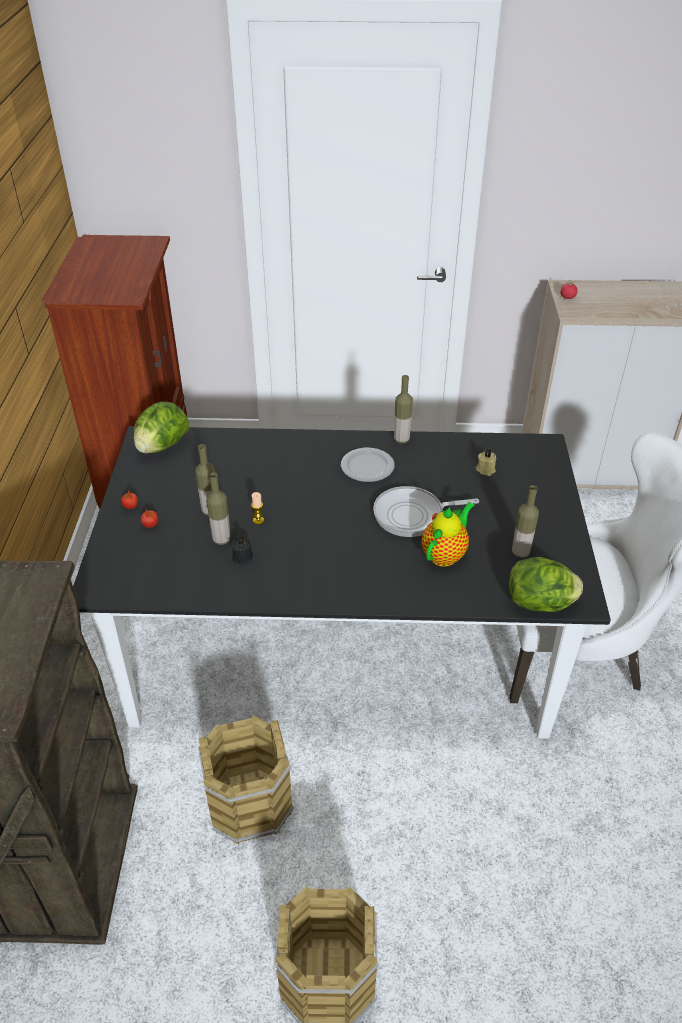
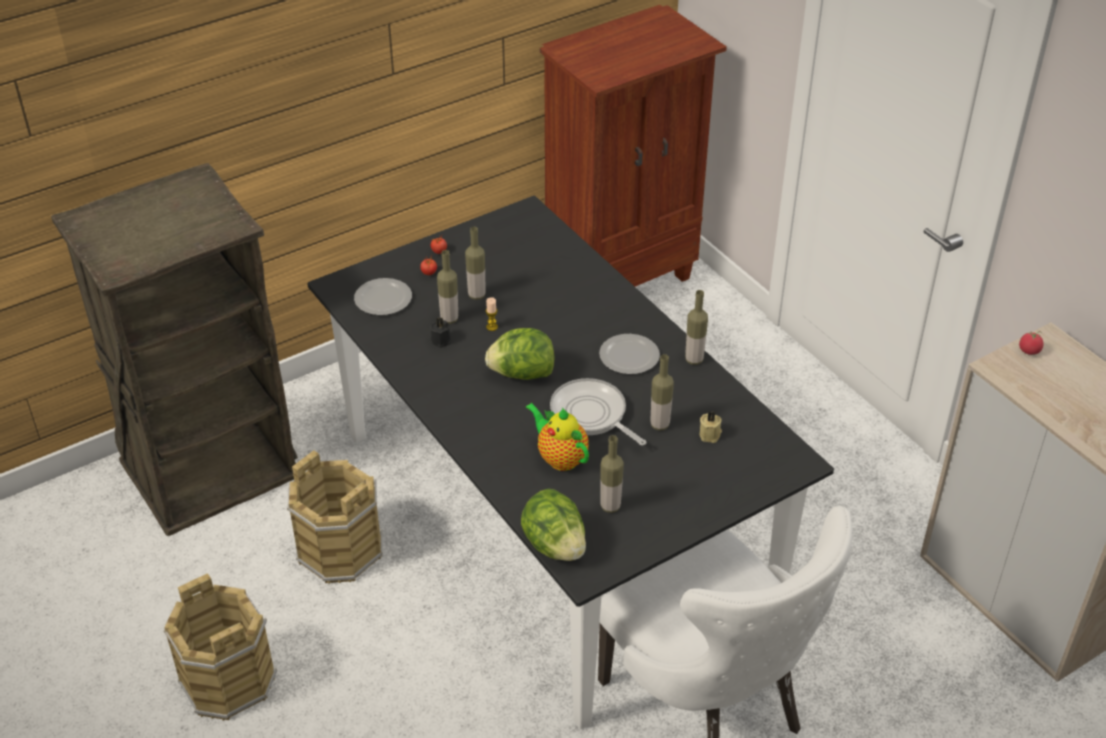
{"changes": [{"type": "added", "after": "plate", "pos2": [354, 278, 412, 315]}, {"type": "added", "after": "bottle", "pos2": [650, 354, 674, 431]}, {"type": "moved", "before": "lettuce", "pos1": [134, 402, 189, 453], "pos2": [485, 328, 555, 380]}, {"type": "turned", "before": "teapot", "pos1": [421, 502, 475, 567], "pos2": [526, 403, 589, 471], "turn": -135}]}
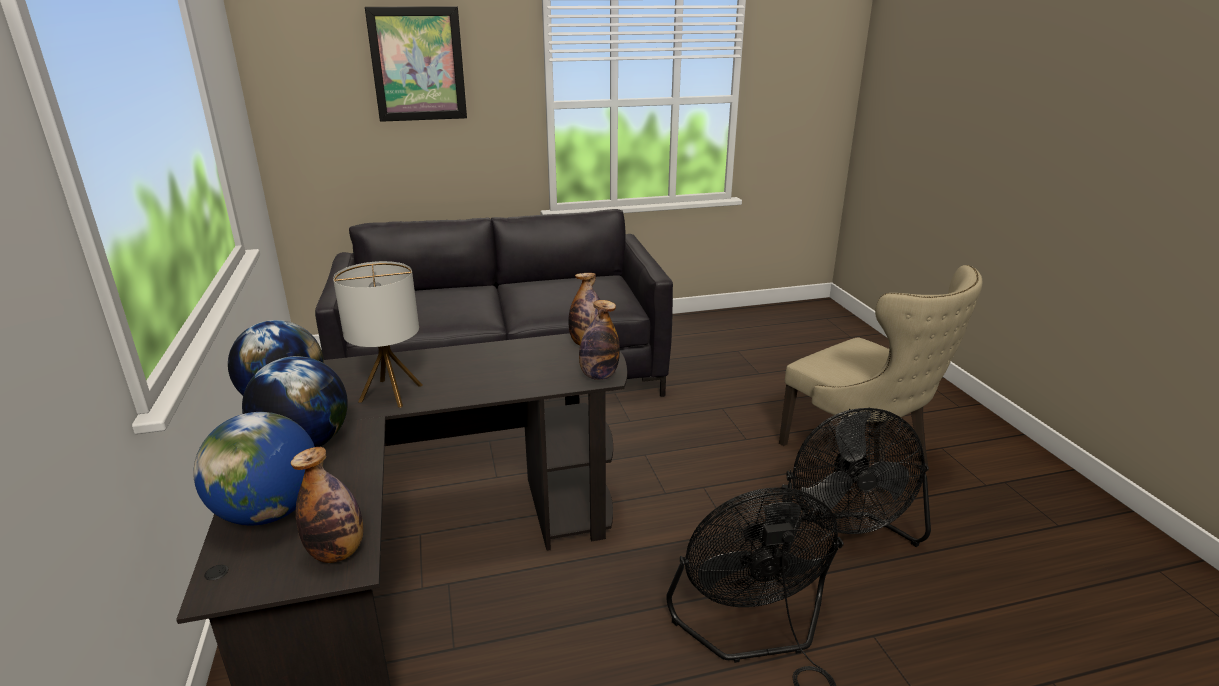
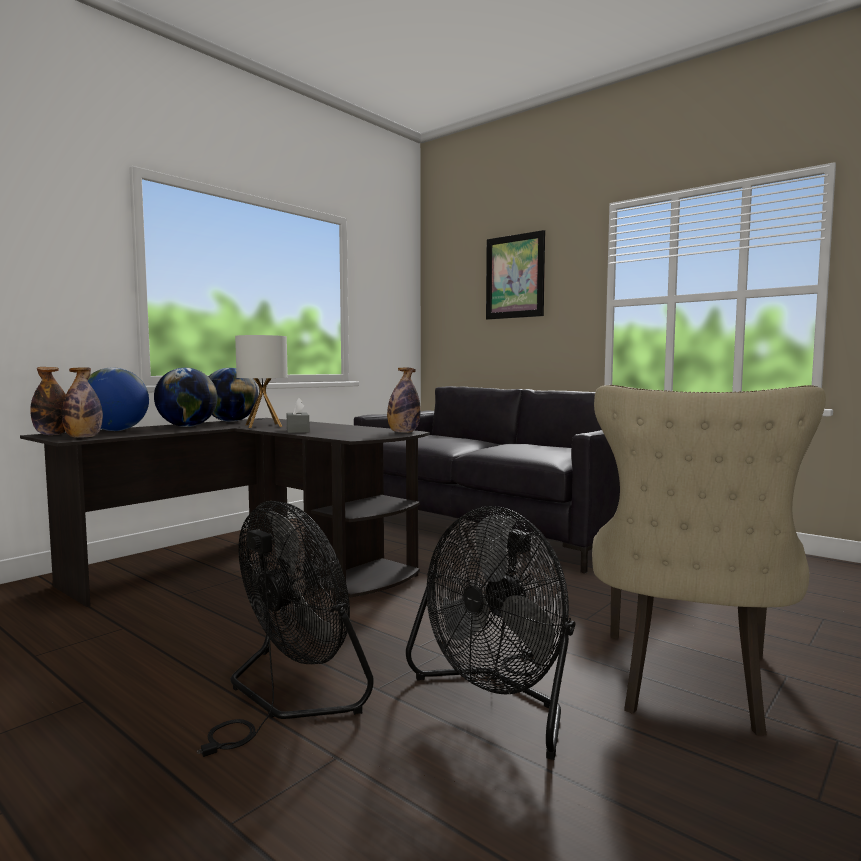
{"changes": [{"type": "added", "after": "grey tissue box", "pos2": [287, 398, 310, 433]}, {"type": "moved", "before": "bottle", "pos1": [579, 300, 620, 380], "pos2": [30, 367, 66, 435]}]}
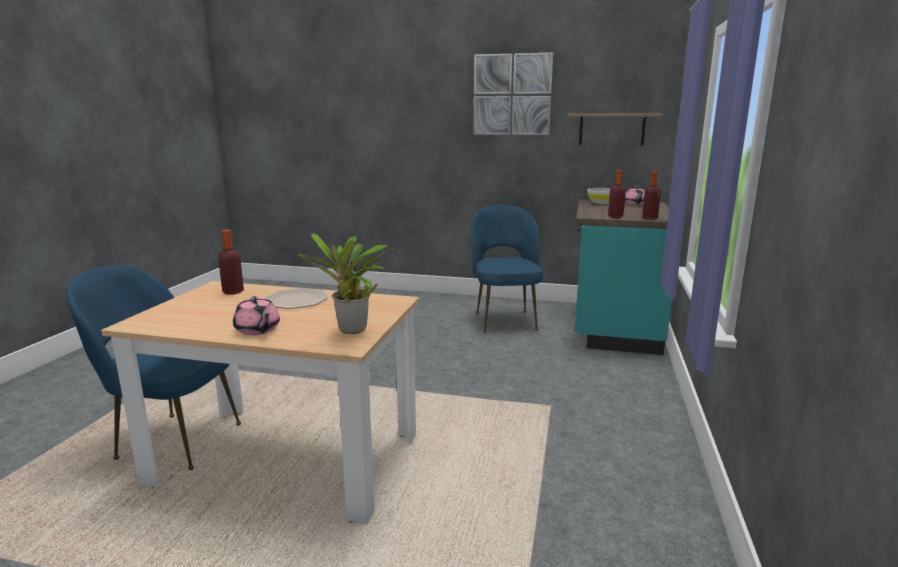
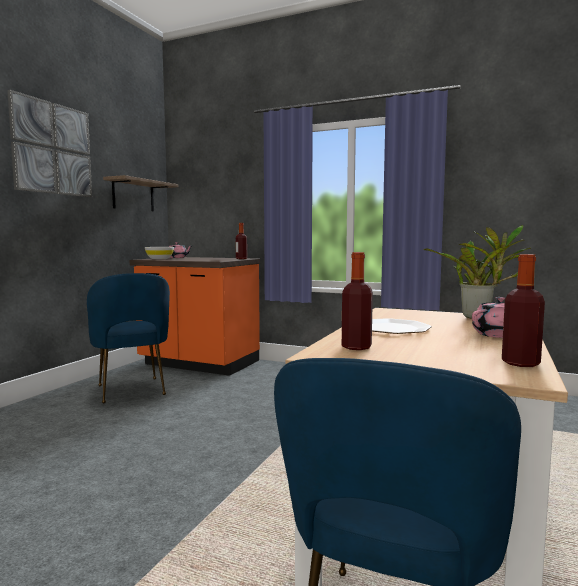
{"changes": [{"type": "moved", "before": "bottle", "pos1": [608, 170, 626, 218], "pos2": [502, 254, 545, 367]}, {"type": "recoloured", "before": "turquoise counter", "after": "orange counter", "pos1": [575, 199, 672, 355], "pos2": [130, 257, 260, 376]}, {"type": "turned", "before": "blue chair", "pos1": [471, 205, 543, 332], "pos2": [87, 273, 170, 404], "turn": -120}]}
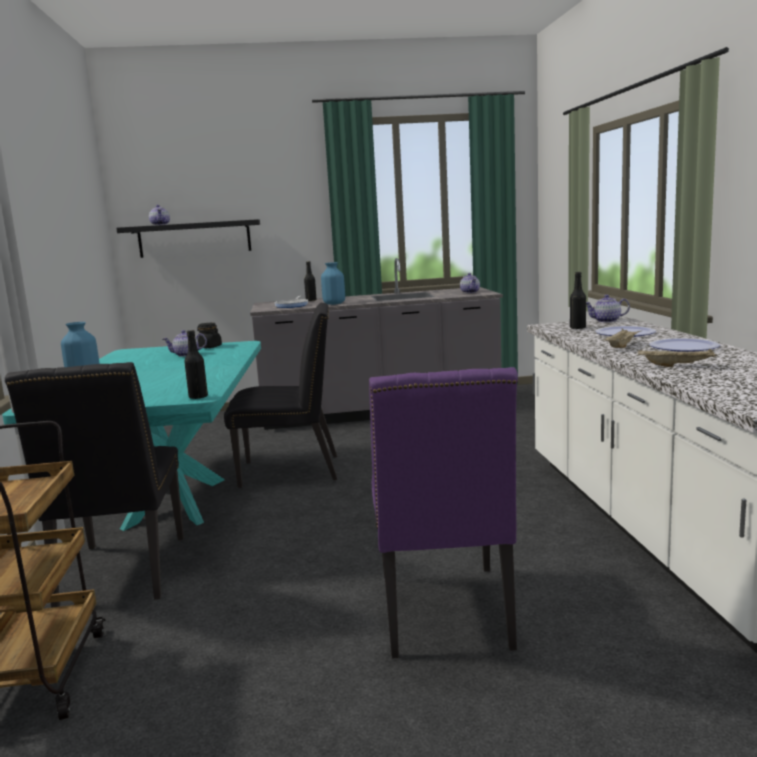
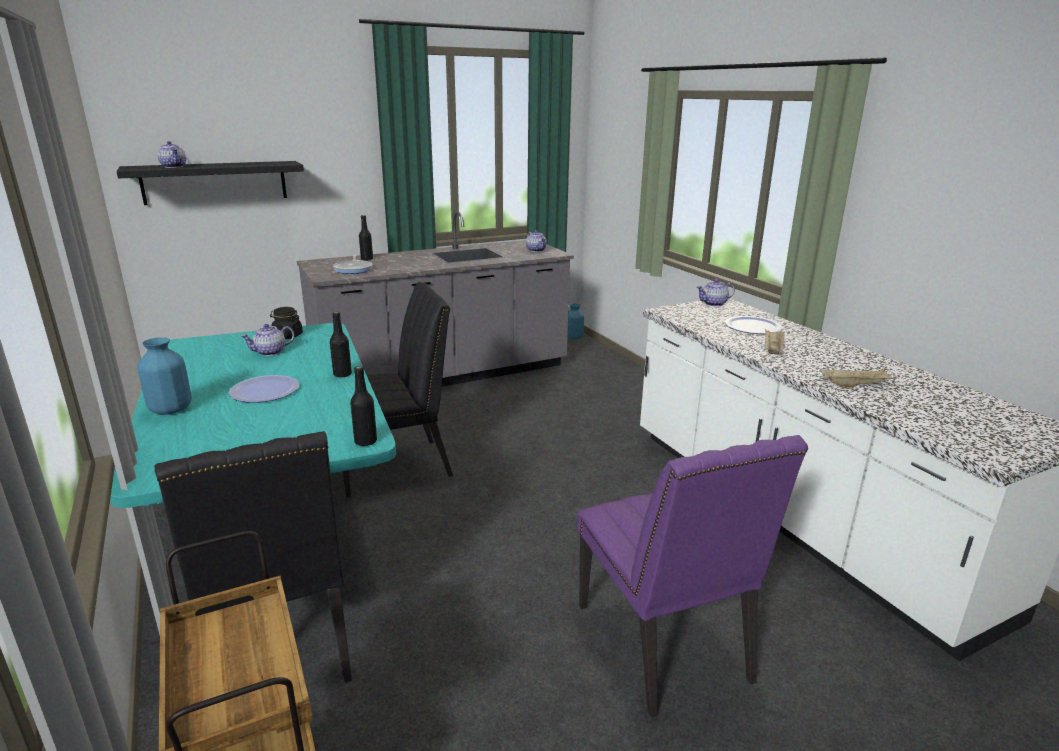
{"changes": [{"type": "moved", "before": "blue vase", "pos1": [321, 262, 345, 305], "pos2": [567, 304, 584, 340]}, {"type": "moved", "before": "black bottle", "pos1": [570, 272, 586, 329], "pos2": [330, 312, 352, 378]}, {"type": "moved", "before": "plate", "pos1": [649, 338, 720, 352], "pos2": [229, 375, 299, 403]}]}
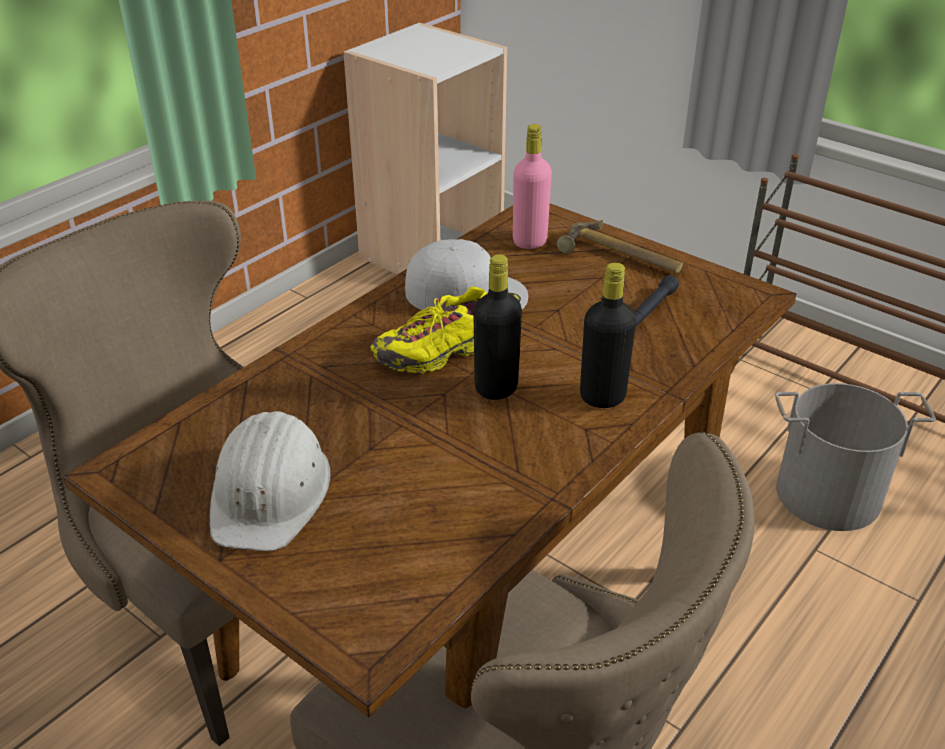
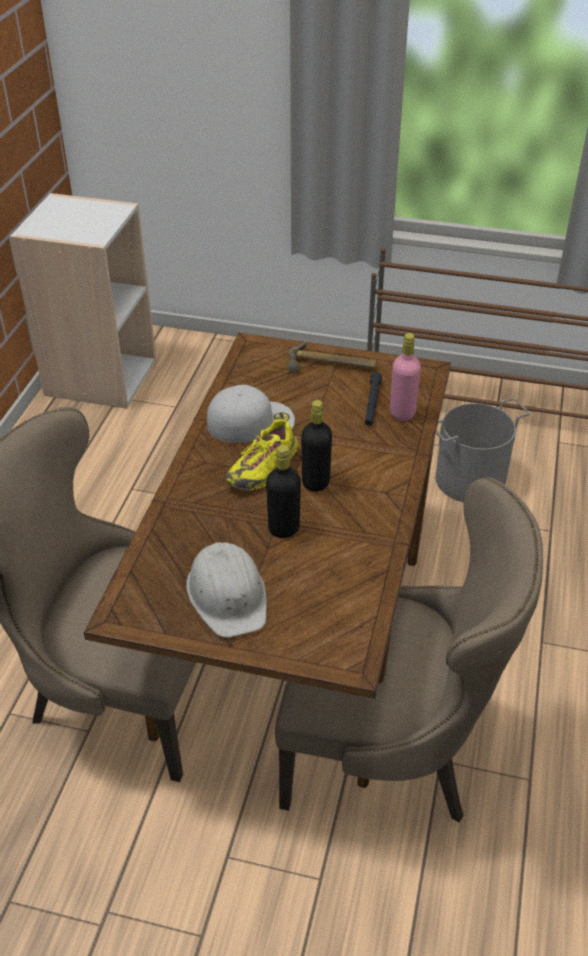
{"changes": [{"type": "moved", "before": "pink bottle", "pos1": [513, 124, 552, 249], "pos2": [390, 333, 421, 421]}, {"type": "moved", "before": "black bottle", "pos1": [580, 263, 636, 408], "pos2": [266, 445, 301, 538]}]}
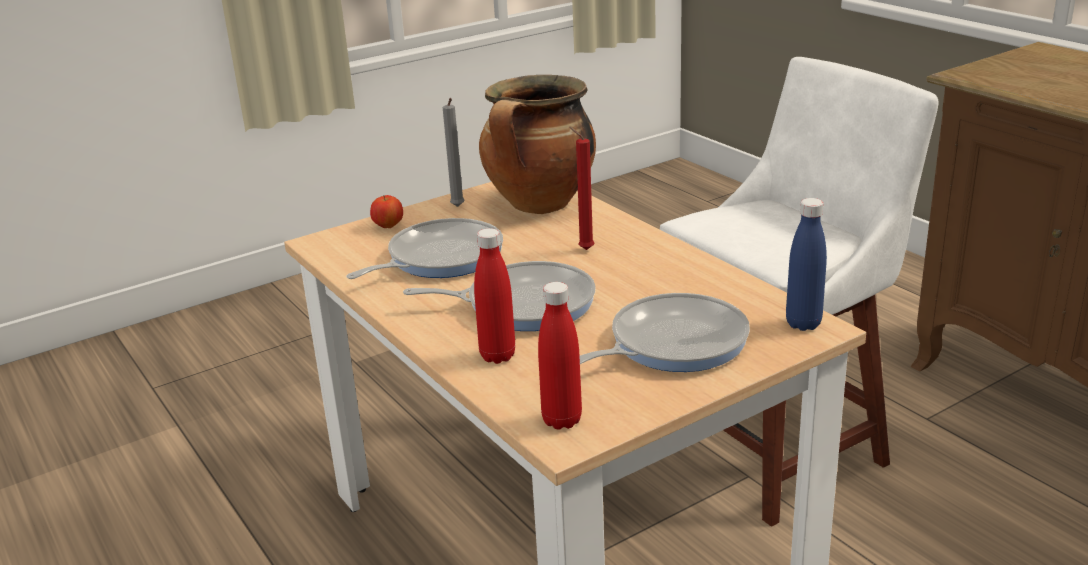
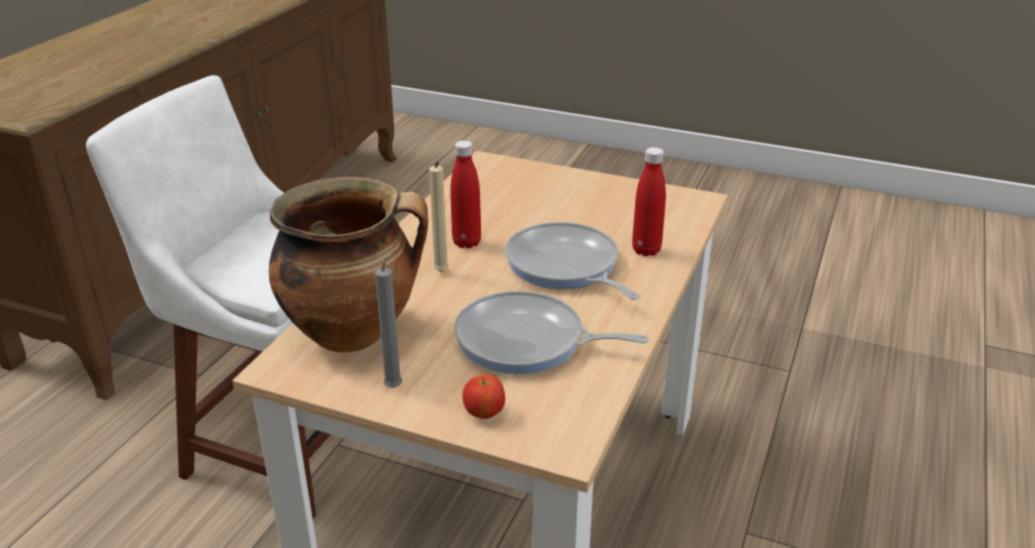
{"changes": [{"type": "removed", "before": "frying pan", "pos1": [579, 293, 750, 372]}, {"type": "removed", "before": "blue bottle", "pos1": [786, 198, 827, 331]}, {"type": "moved", "before": "red bottle", "pos1": [538, 282, 582, 430], "pos2": [450, 141, 481, 248]}, {"type": "recoloured", "before": "red candle", "after": "beige candle", "pos1": [569, 127, 594, 250], "pos2": [429, 161, 449, 272]}]}
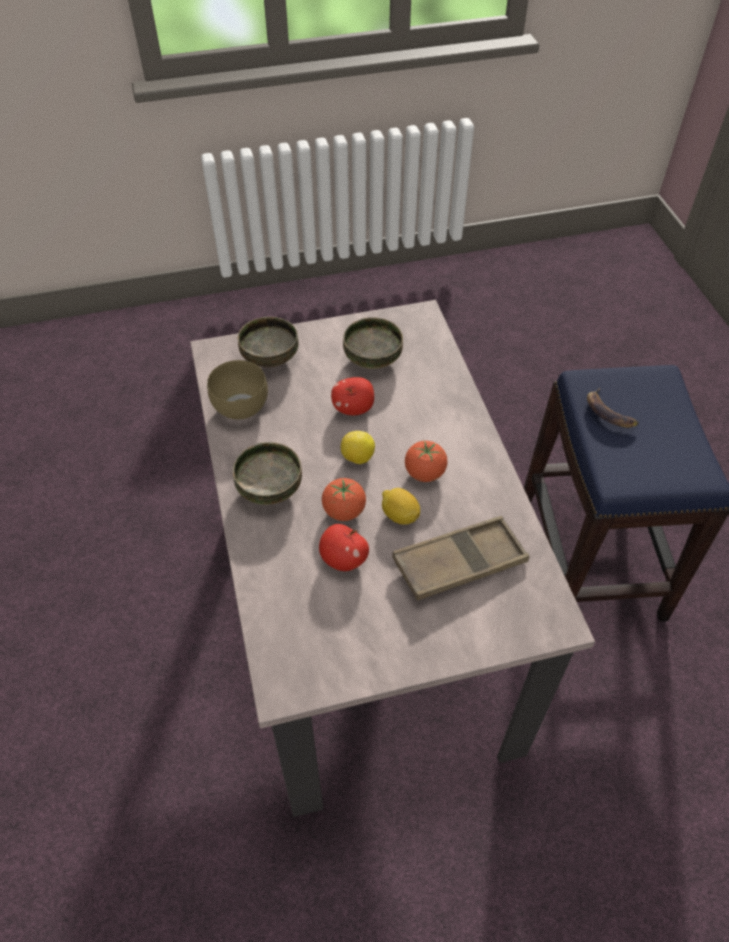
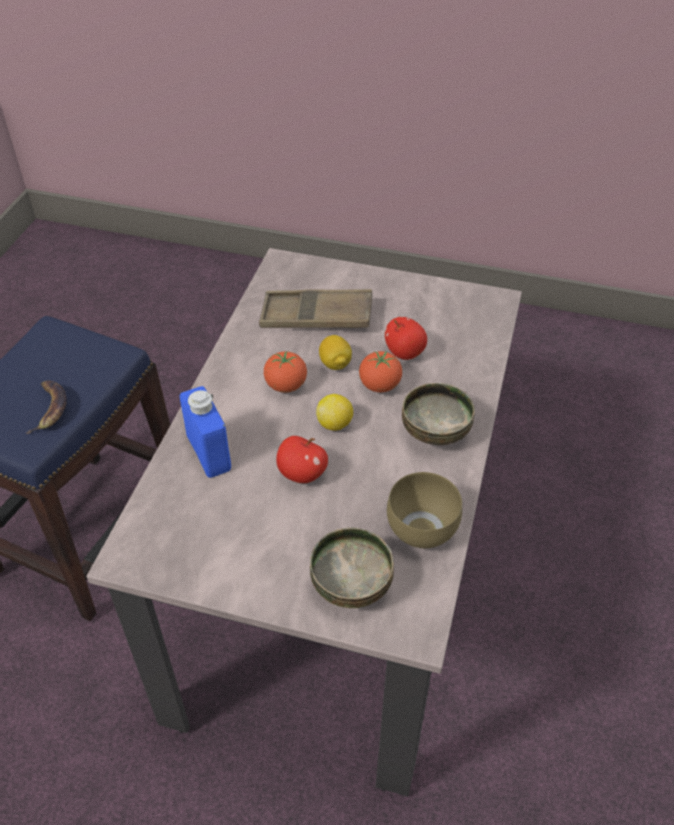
{"changes": [{"type": "removed", "before": "bowl", "pos1": [343, 317, 403, 369]}, {"type": "added", "after": "blue bottle", "pos2": [180, 386, 231, 478]}]}
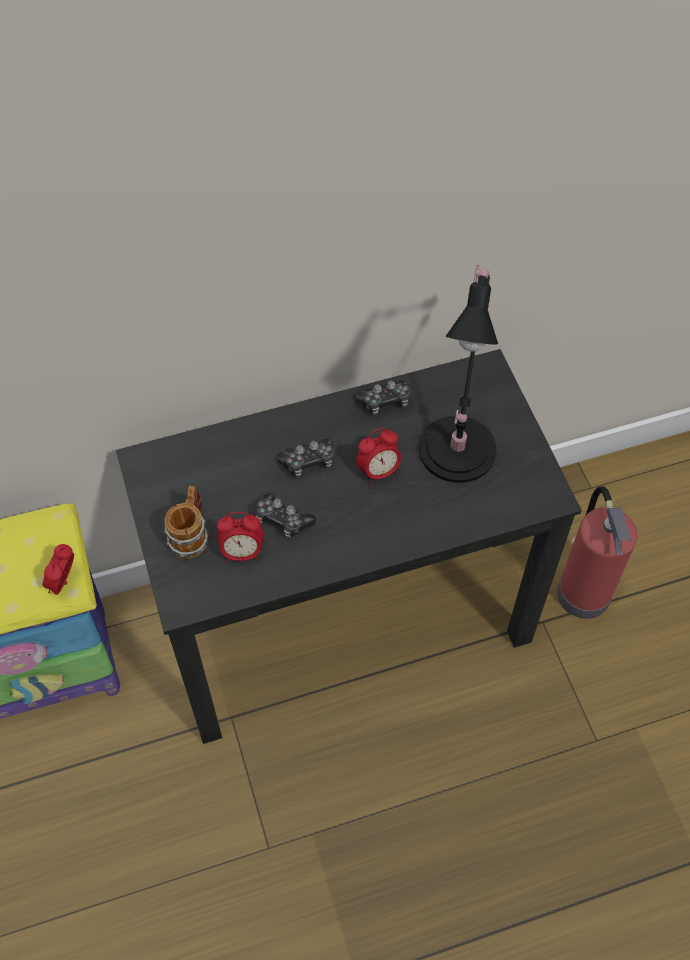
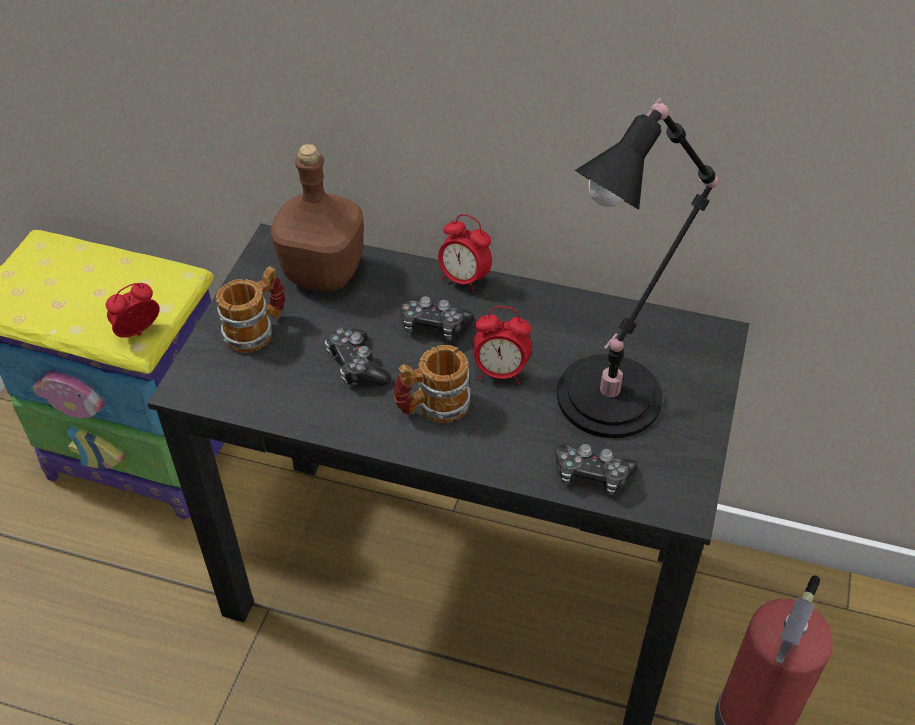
{"changes": [{"type": "added", "after": "brown bottle", "pos2": [271, 144, 364, 291]}, {"type": "added", "after": "mug", "pos2": [394, 345, 470, 423]}, {"type": "moved", "before": "alarm clock", "pos1": [217, 512, 264, 563], "pos2": [438, 214, 492, 294]}, {"type": "moved", "before": "game controller", "pos1": [354, 380, 410, 415], "pos2": [555, 444, 638, 495]}]}
